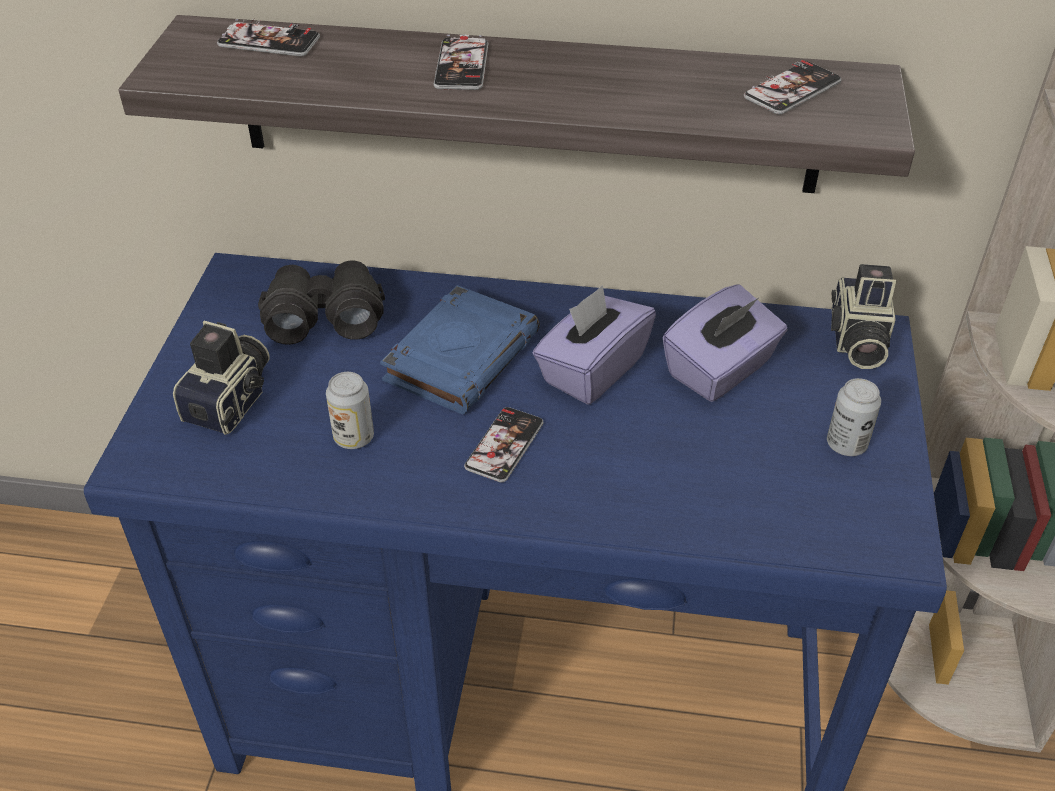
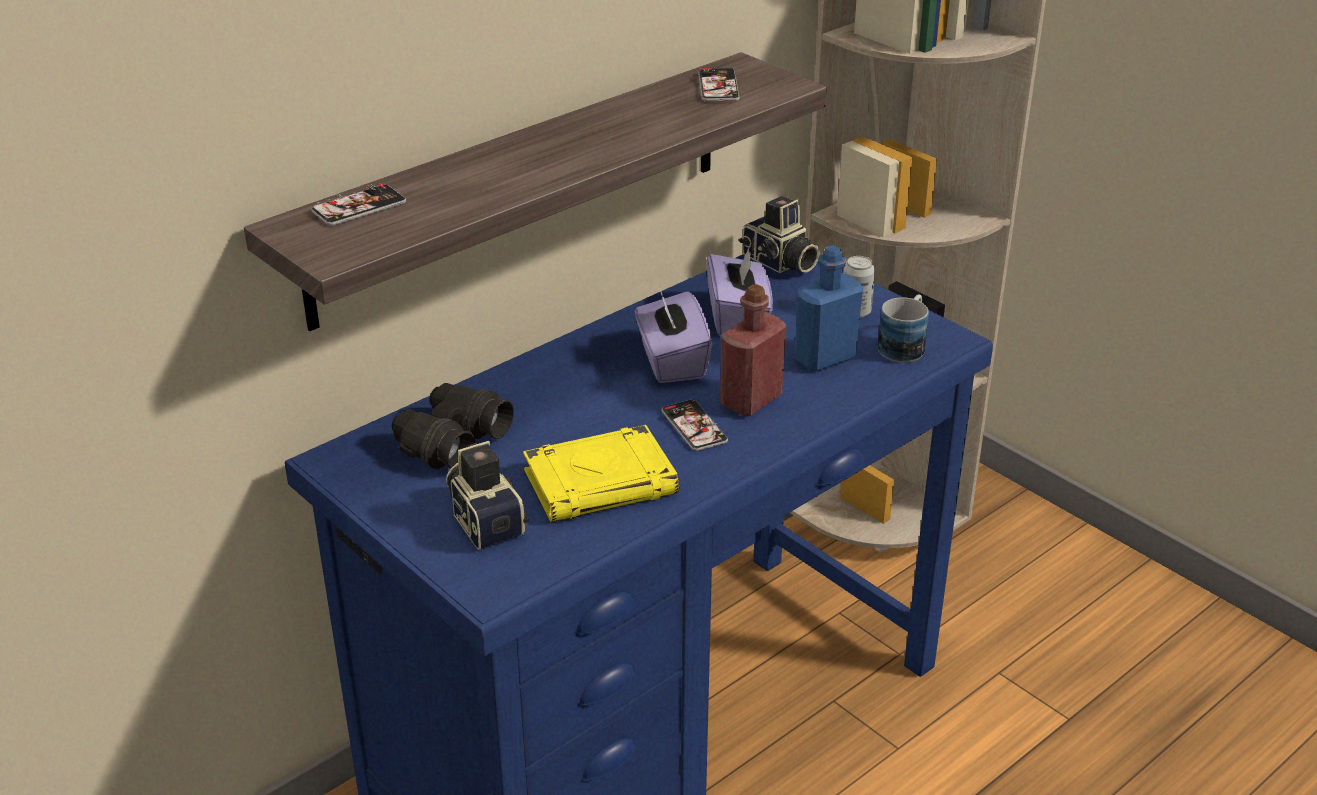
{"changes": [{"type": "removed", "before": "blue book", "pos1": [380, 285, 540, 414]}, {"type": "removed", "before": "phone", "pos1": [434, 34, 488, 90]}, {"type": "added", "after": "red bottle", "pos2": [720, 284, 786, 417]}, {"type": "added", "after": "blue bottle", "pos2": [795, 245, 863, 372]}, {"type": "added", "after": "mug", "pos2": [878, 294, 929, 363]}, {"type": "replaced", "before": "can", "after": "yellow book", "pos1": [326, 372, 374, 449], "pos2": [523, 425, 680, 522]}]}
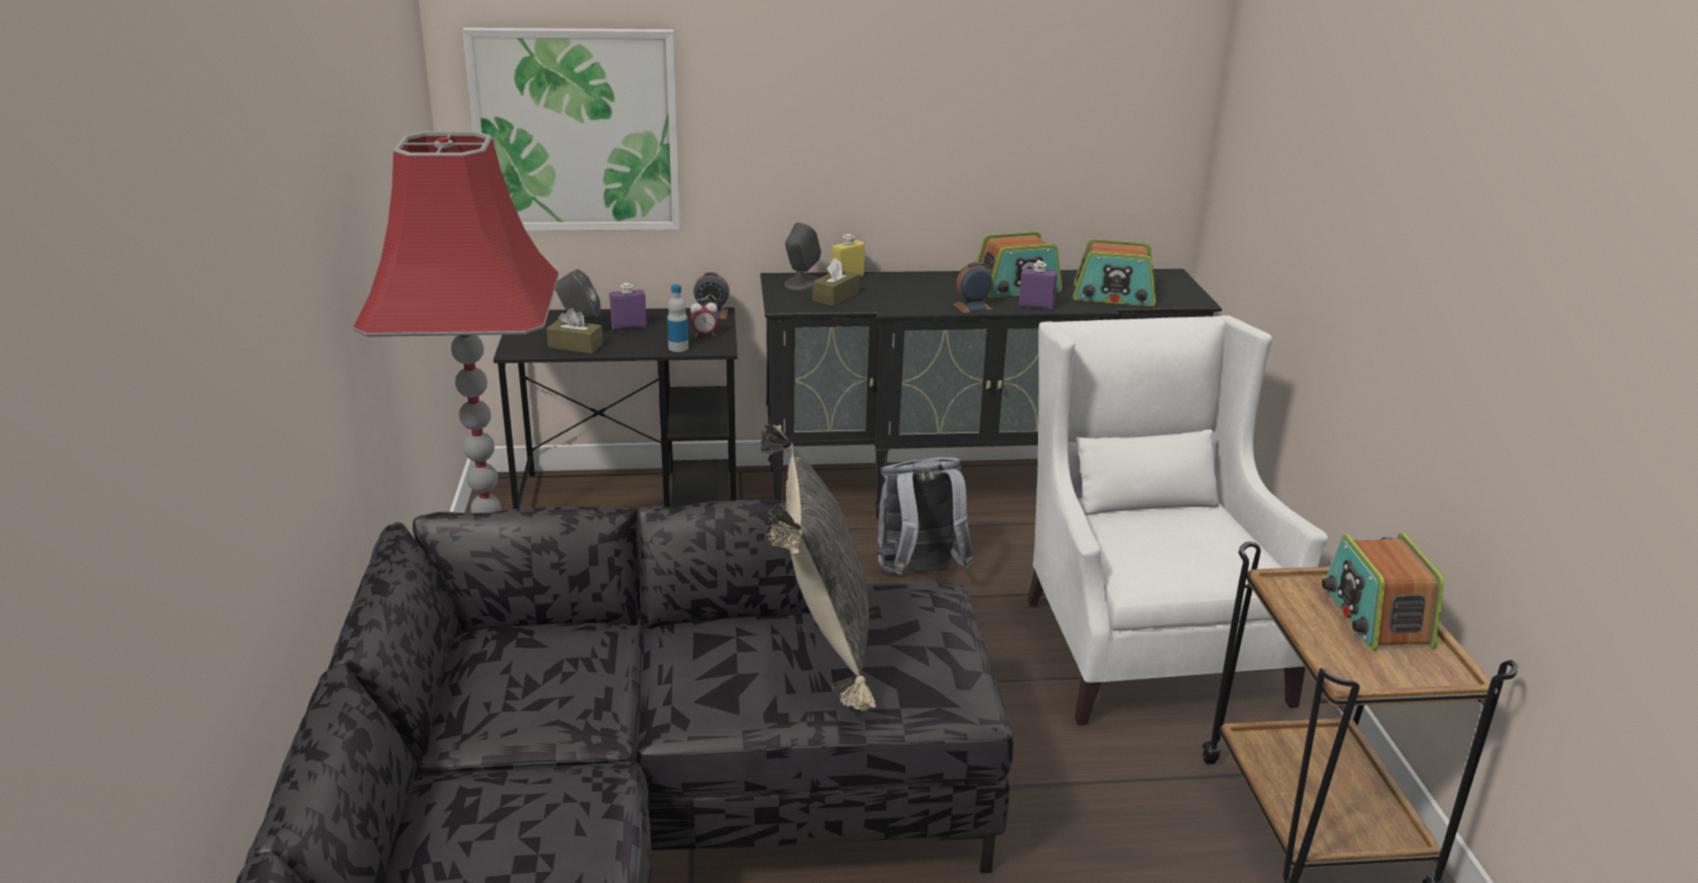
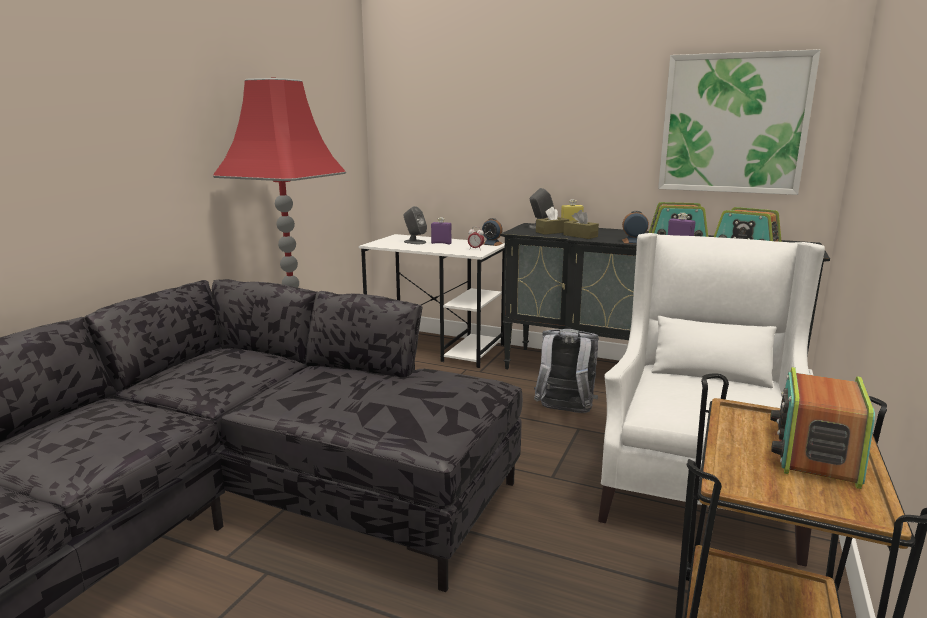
{"changes": [{"type": "removed", "before": "bottle", "pos1": [667, 284, 688, 352]}, {"type": "removed", "before": "pillow", "pos1": [760, 424, 876, 712]}, {"type": "moved", "before": "picture", "pos1": [463, 28, 681, 231], "pos2": [658, 49, 821, 195]}, {"type": "moved", "before": "brown tissue box", "pos1": [546, 308, 603, 354], "pos2": [563, 210, 599, 239]}, {"type": "recoloured", "before": "black desk", "after": "white desk", "pos1": [493, 308, 737, 509], "pos2": [358, 234, 505, 368]}]}
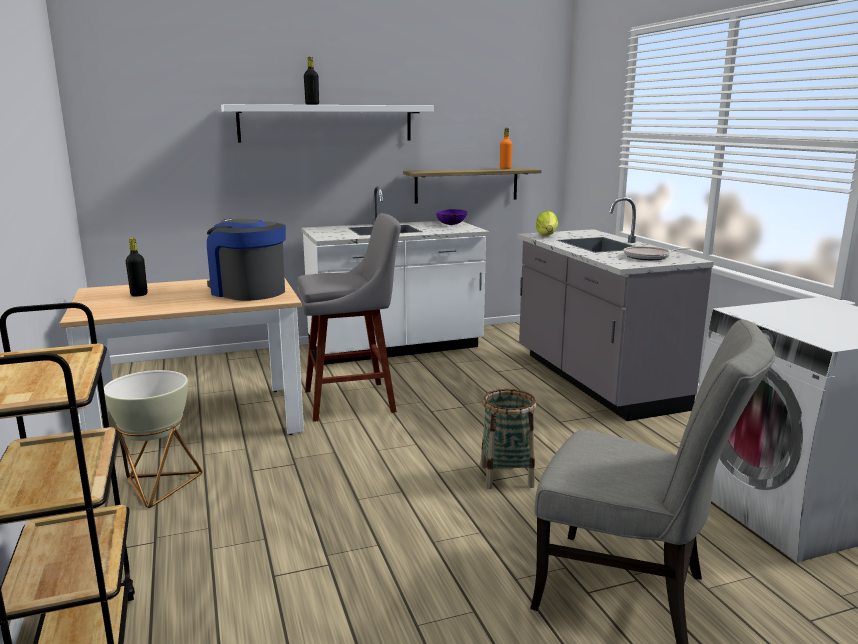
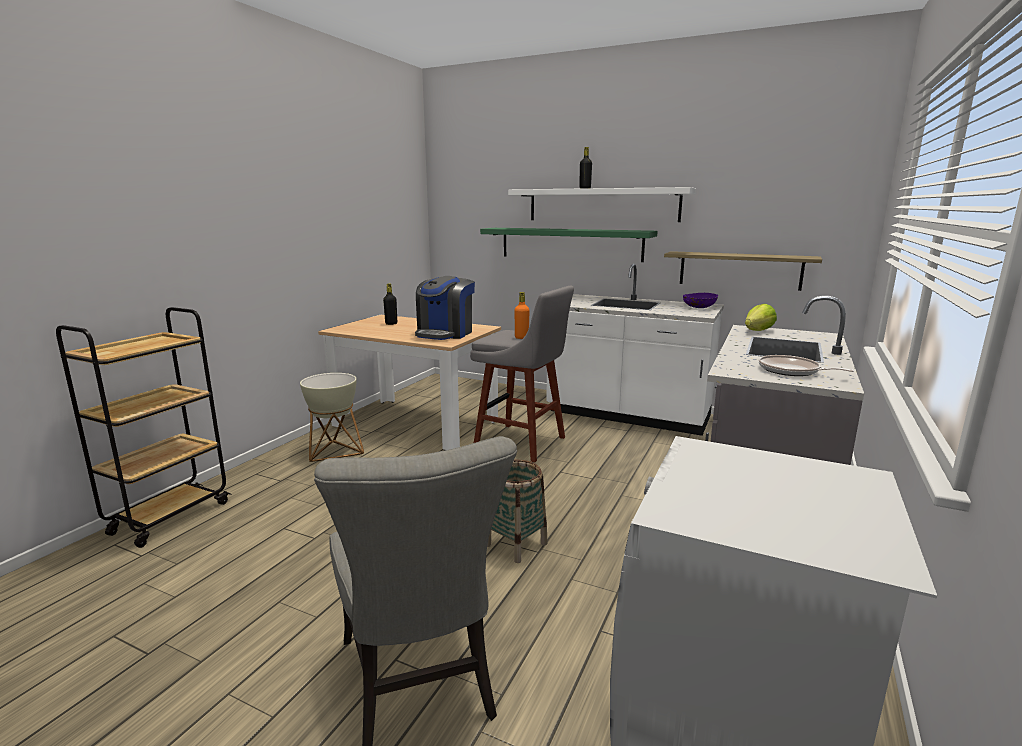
{"changes": [{"type": "added", "after": "green shelf", "pos2": [480, 228, 657, 262]}, {"type": "moved", "before": "orange bottle", "pos1": [500, 128, 512, 169], "pos2": [515, 292, 529, 339]}, {"type": "turned", "before": "coffee machine", "pos1": [207, 218, 286, 301], "pos2": [415, 276, 475, 340], "turn": -150}]}
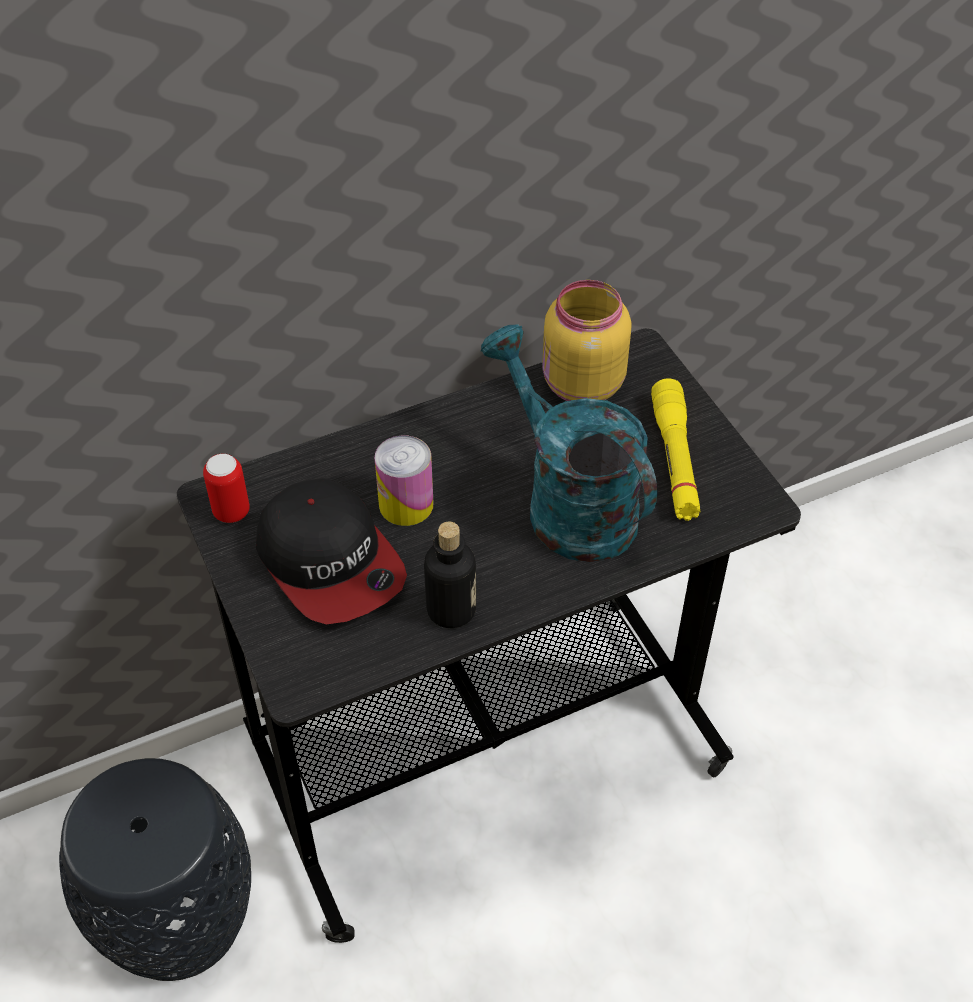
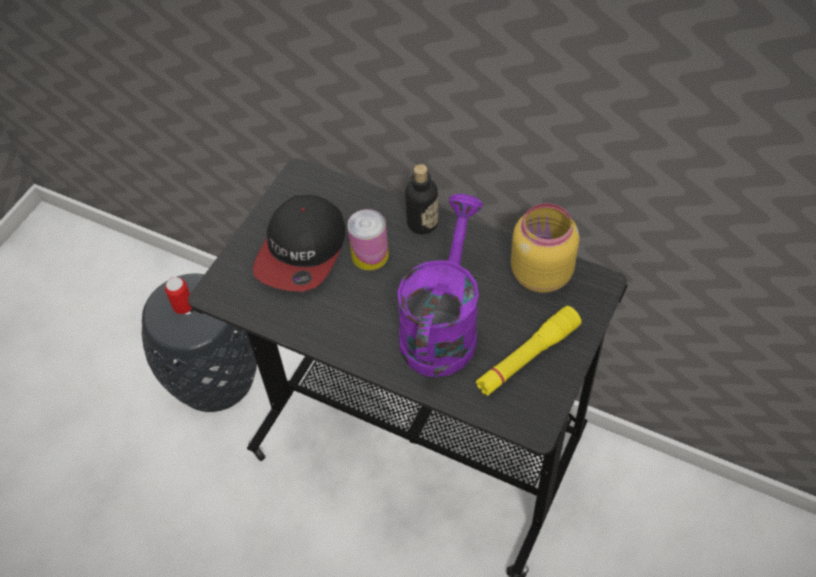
{"changes": [{"type": "moved", "before": "can", "pos1": [203, 454, 250, 523], "pos2": [165, 277, 192, 314]}, {"type": "moved", "before": "bottle", "pos1": [424, 521, 476, 628], "pos2": [405, 164, 438, 234]}, {"type": "recoloured", "before": "turquoise watering can", "after": "purple watering can", "pos1": [481, 325, 658, 562], "pos2": [397, 194, 483, 377]}]}
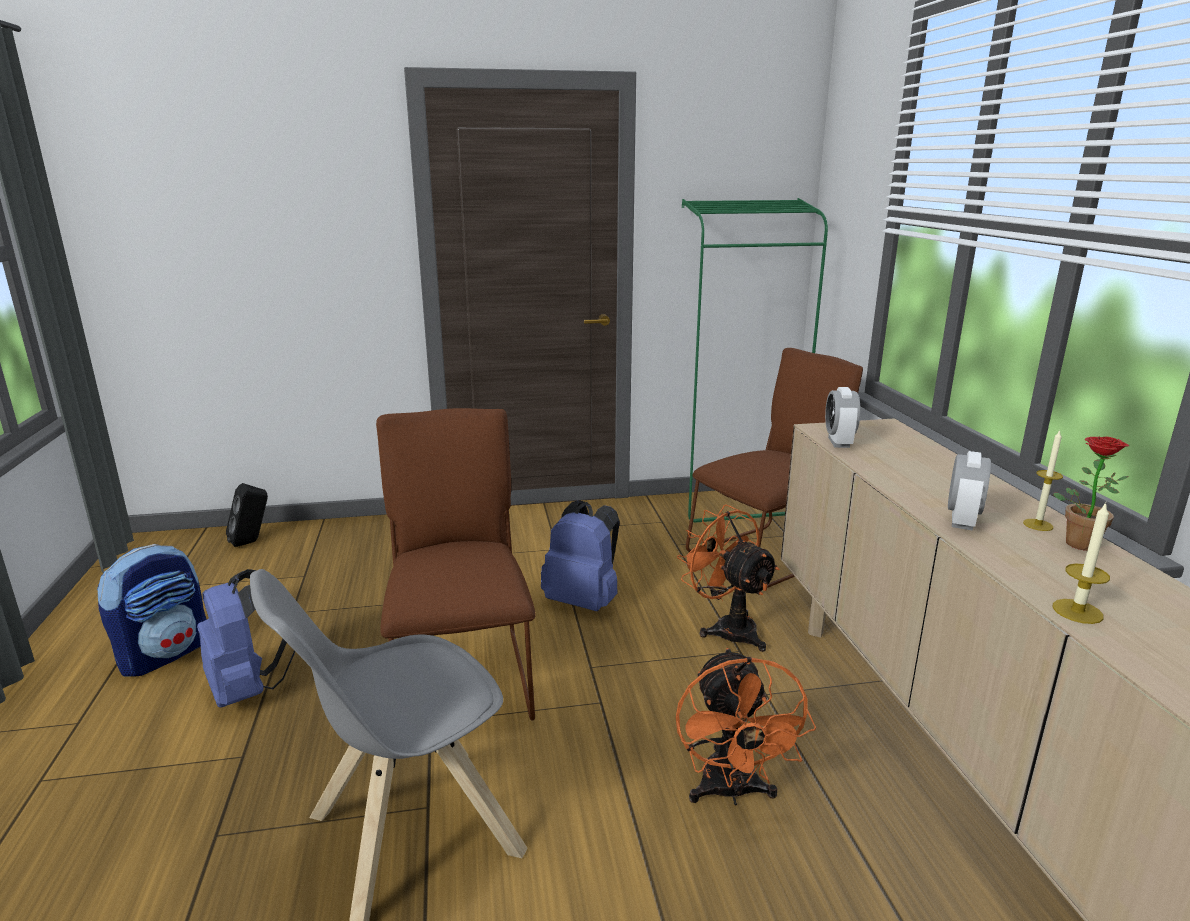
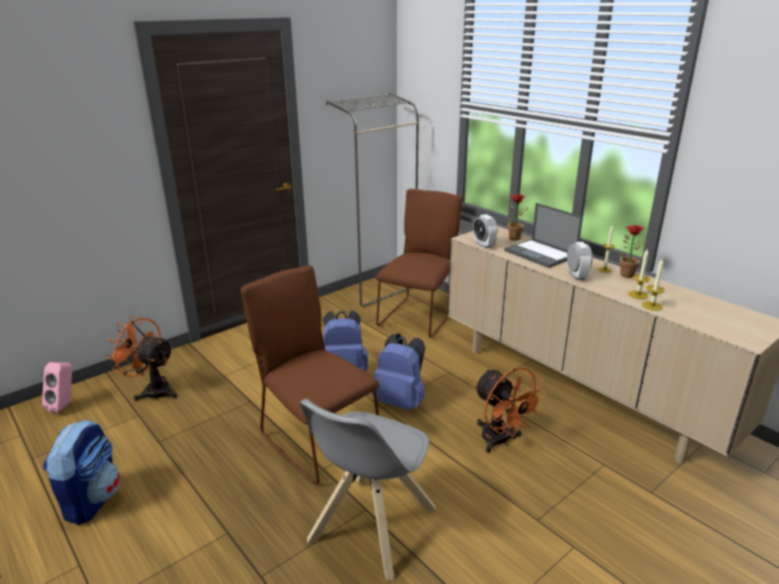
{"changes": [{"type": "added", "after": "laptop", "pos2": [504, 203, 583, 268]}, {"type": "added", "after": "potted plant", "pos2": [507, 195, 528, 241]}, {"type": "added", "after": "candle", "pos2": [628, 249, 650, 299]}, {"type": "moved", "before": "blue backpack", "pos1": [197, 569, 296, 708], "pos2": [371, 334, 425, 410]}, {"type": "moved", "before": "orange fan", "pos1": [677, 504, 780, 652], "pos2": [105, 316, 177, 401]}, {"type": "recoloured", "before": "black speaker", "after": "pink speaker", "pos1": [226, 483, 268, 547], "pos2": [42, 362, 72, 413]}, {"type": "recoloured", "before": "green clothes rack", "after": "grey clothes rack", "pos1": [682, 198, 828, 522], "pos2": [326, 92, 419, 307]}]}
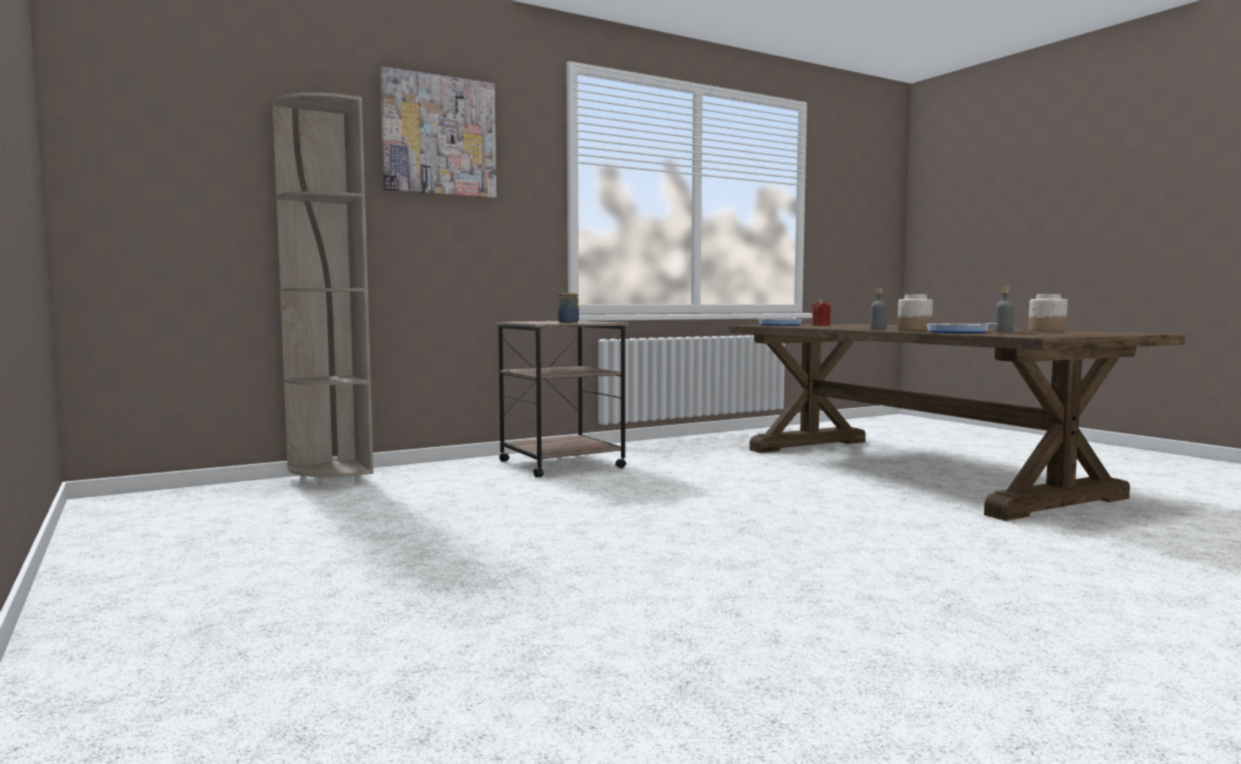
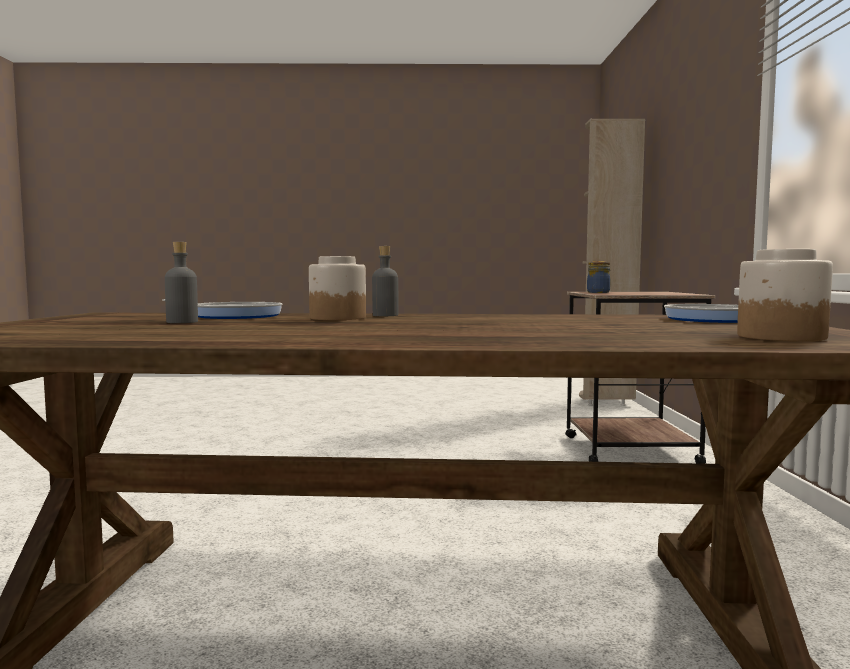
{"changes": [{"type": "removed", "before": "picture", "pos1": [380, 67, 496, 198]}, {"type": "removed", "before": "red candle", "pos1": [812, 299, 831, 326]}, {"type": "moved", "before": "jar", "pos1": [1028, 294, 1068, 332], "pos2": [737, 249, 833, 341]}]}
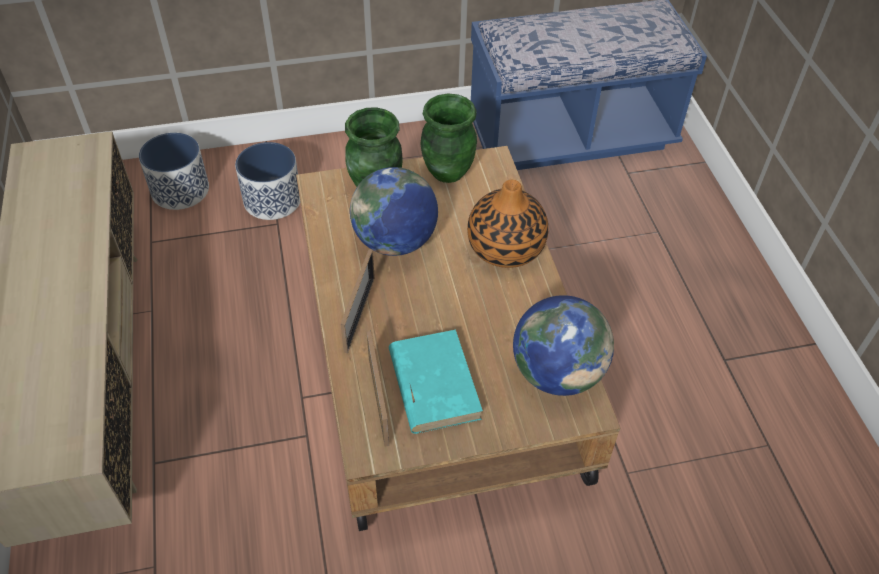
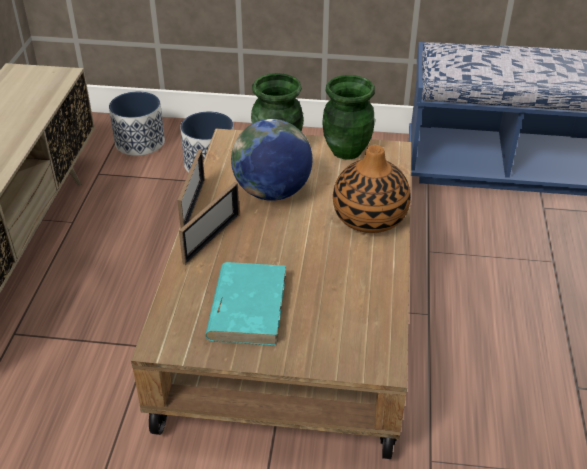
{"changes": [{"type": "removed", "before": "globe", "pos1": [513, 295, 614, 396]}, {"type": "moved", "before": "picture frame", "pos1": [366, 330, 389, 447], "pos2": [177, 149, 205, 228]}]}
